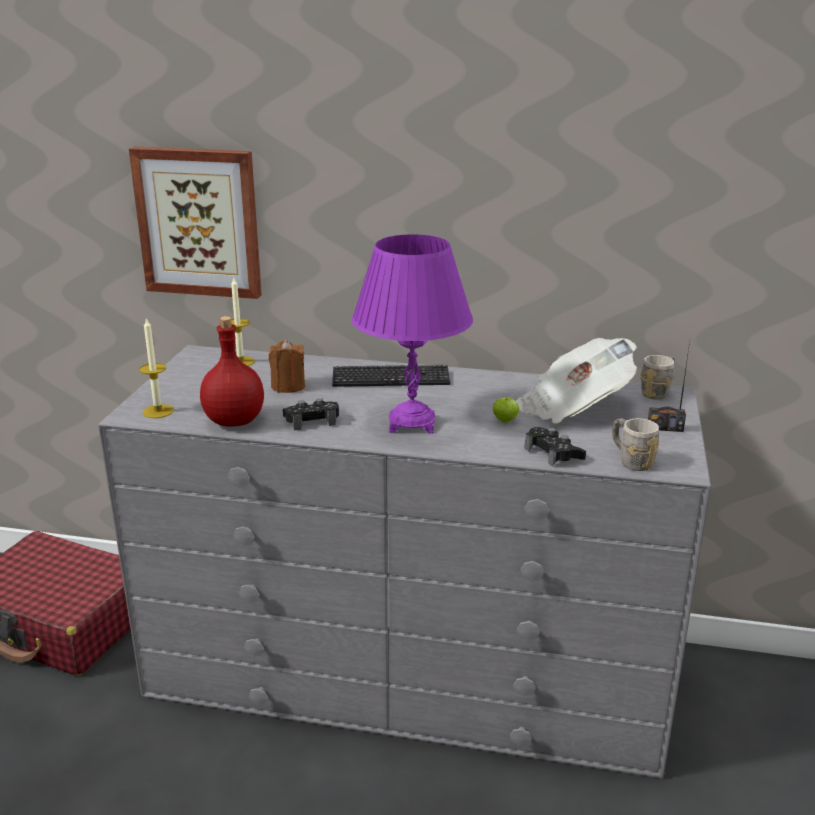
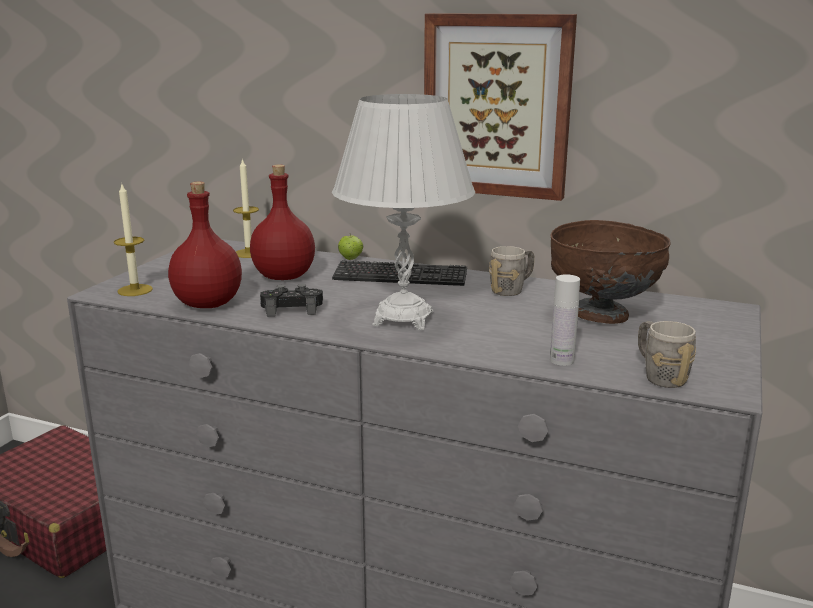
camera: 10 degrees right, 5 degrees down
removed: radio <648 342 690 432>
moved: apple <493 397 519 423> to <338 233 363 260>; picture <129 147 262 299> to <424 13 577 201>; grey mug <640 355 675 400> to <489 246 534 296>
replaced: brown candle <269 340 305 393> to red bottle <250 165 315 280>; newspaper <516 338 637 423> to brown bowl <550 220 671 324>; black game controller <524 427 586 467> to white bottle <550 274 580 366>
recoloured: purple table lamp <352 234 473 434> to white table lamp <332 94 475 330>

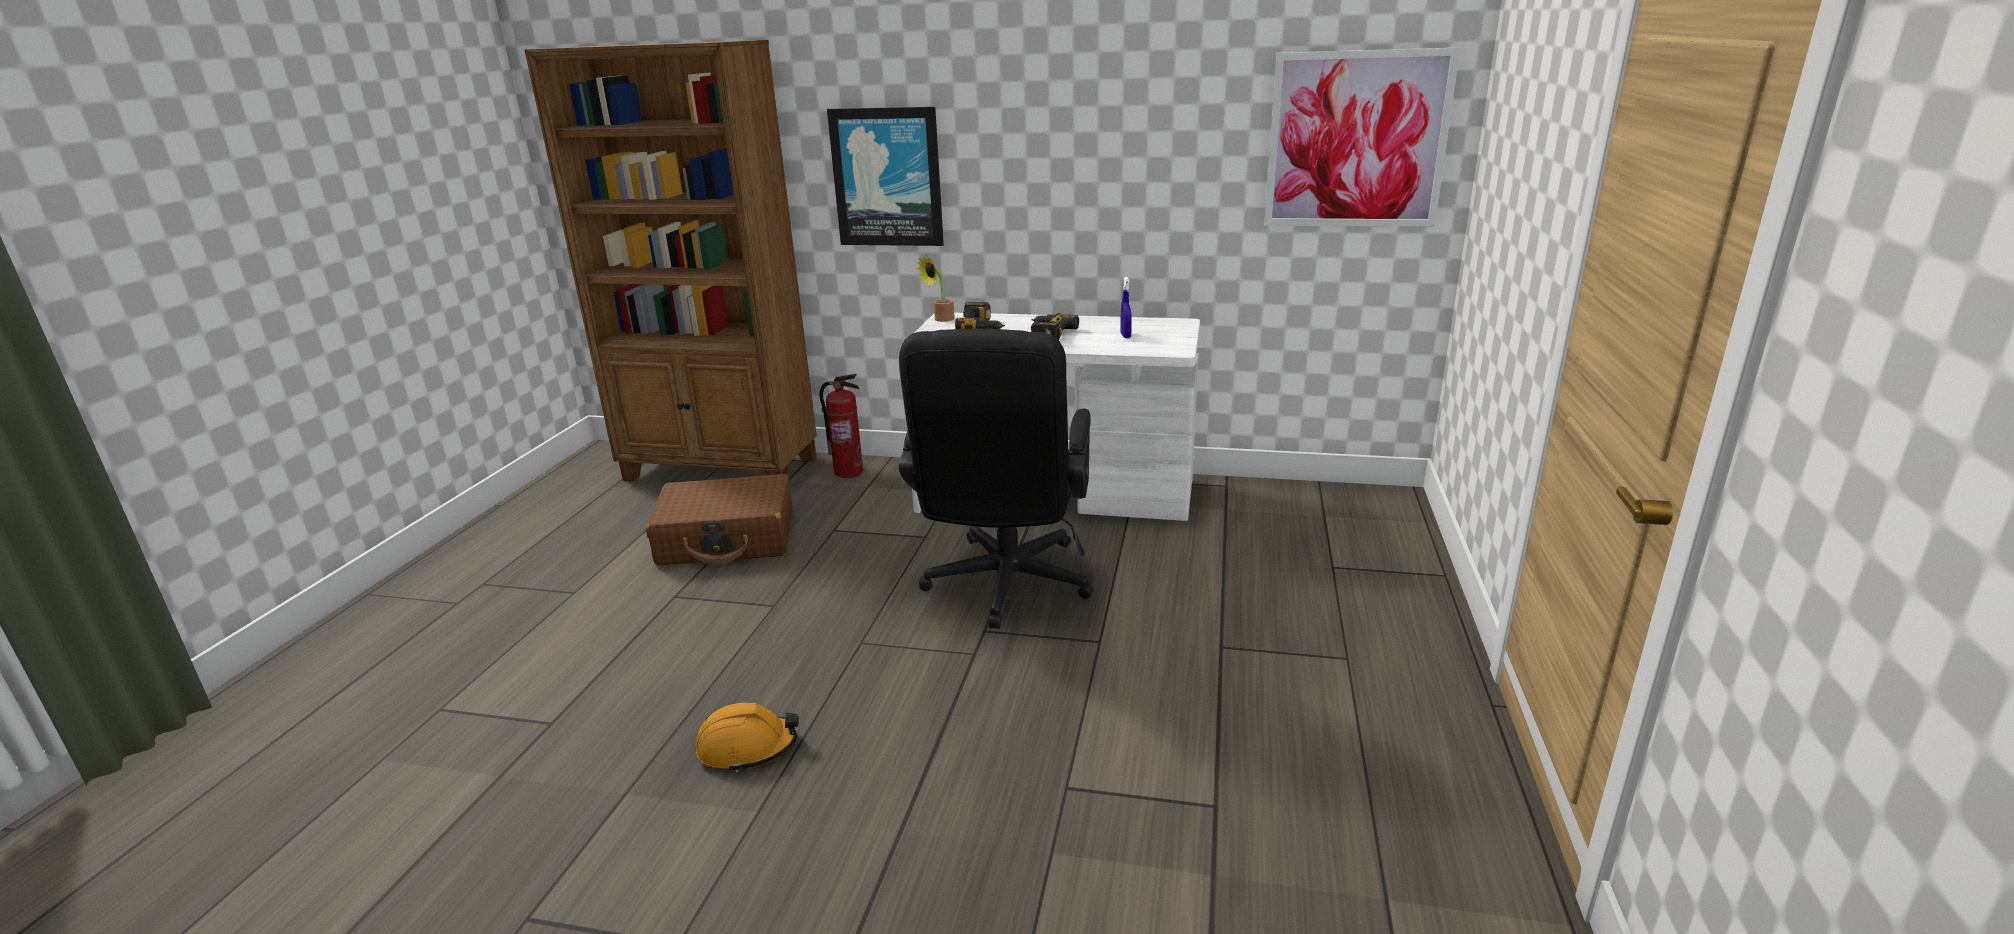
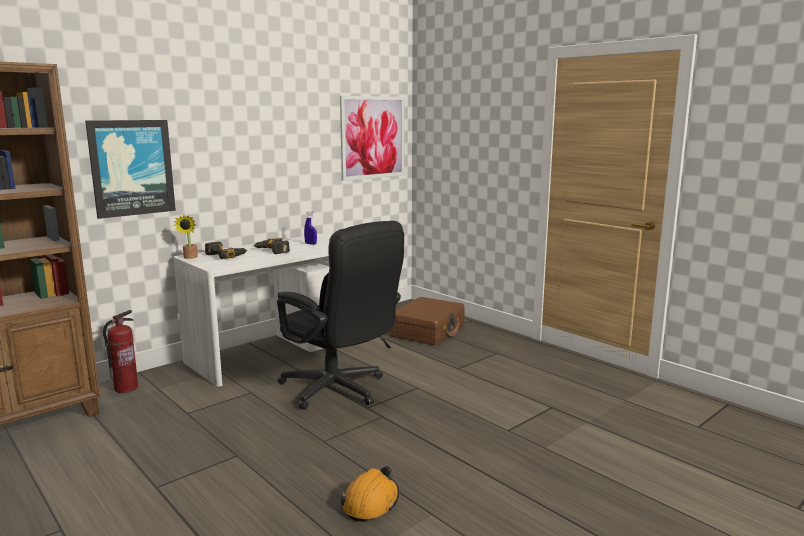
camera: 55 degrees left, 10 degrees down
moved: brown suitcase <646 474 793 566> to <389 297 465 345>

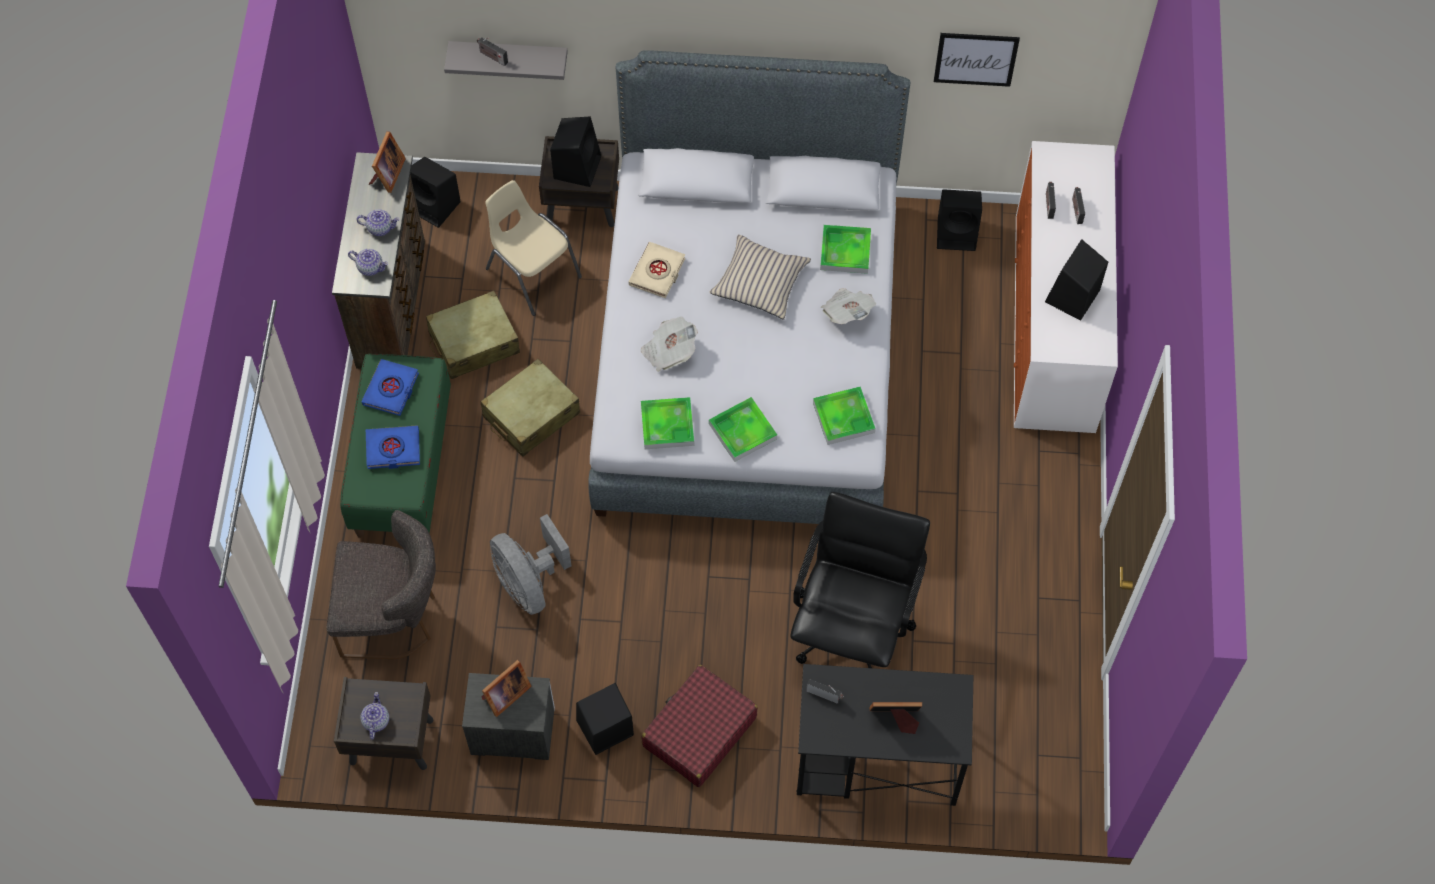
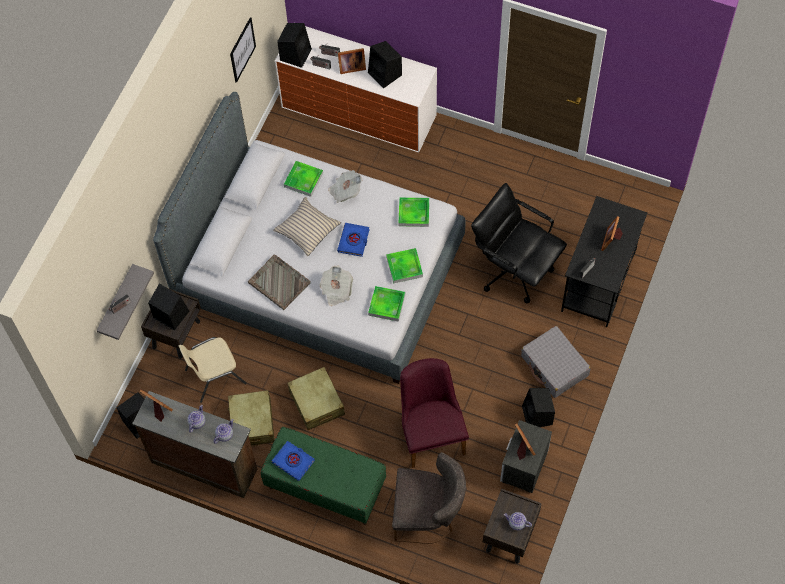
camera: 70 degrees left, 0 degrees up
added: picture frame <338 48 366 74>
moved: black speaker <937 189 982 251> to <277 23 312 68>; blue book <366 425 420 469> to <337 223 370 257>
replaced: beige book <628 242 686 298> to grey tray <248 254 311 310>; grey fan <490 514 572 615> to purple chair <400 358 469 468>
recoloured: red suitcase <641 665 758 787> to grey suitcase <521 326 591 398>
turned: grey chair <326 510 436 659> = <392 452 467 544> 75 degrees clockwise

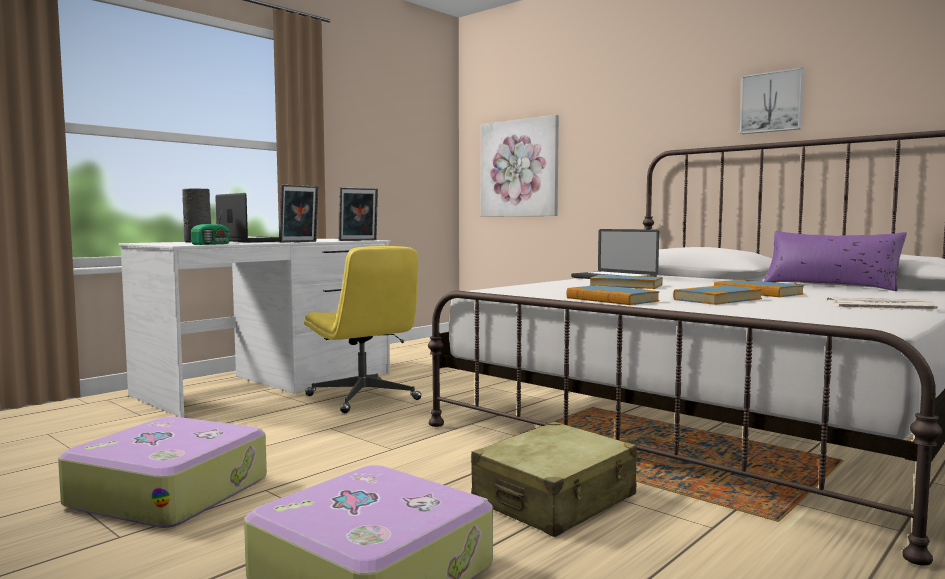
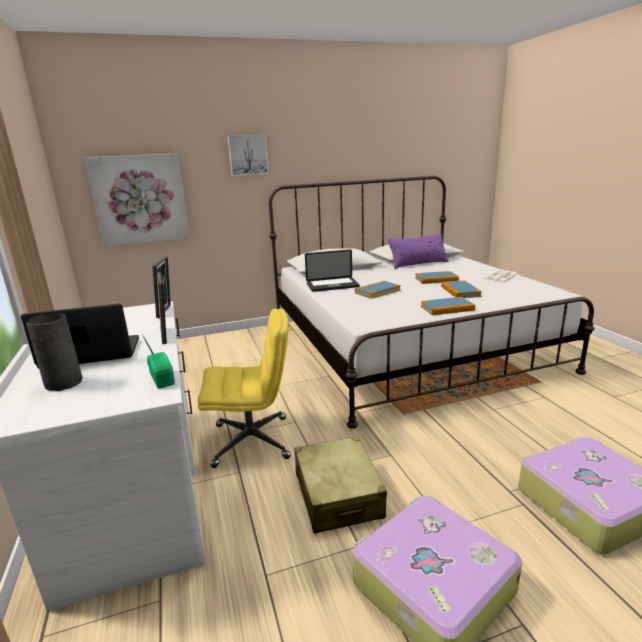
camera: 60 degrees left, 15 degrees up
moved: picture <740 68 804 134> to <228 135 269 176>; beige suitcase <471 422 637 537> to <294 436 387 534>

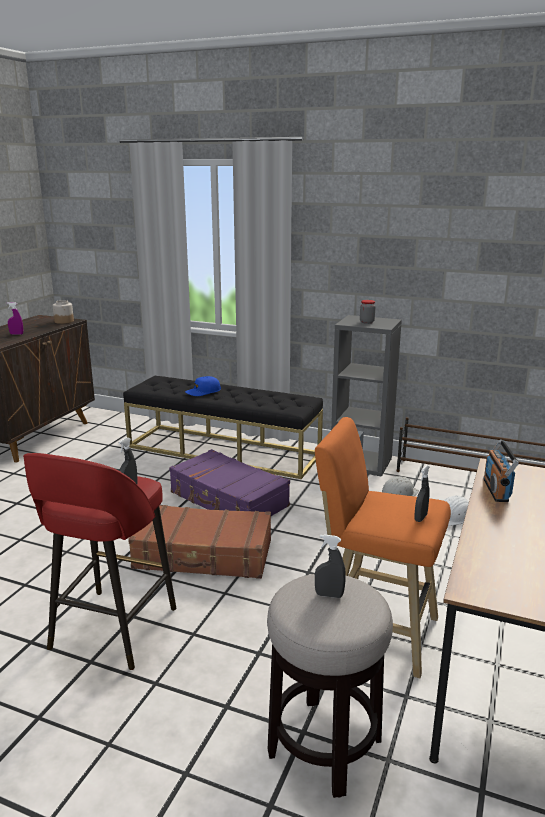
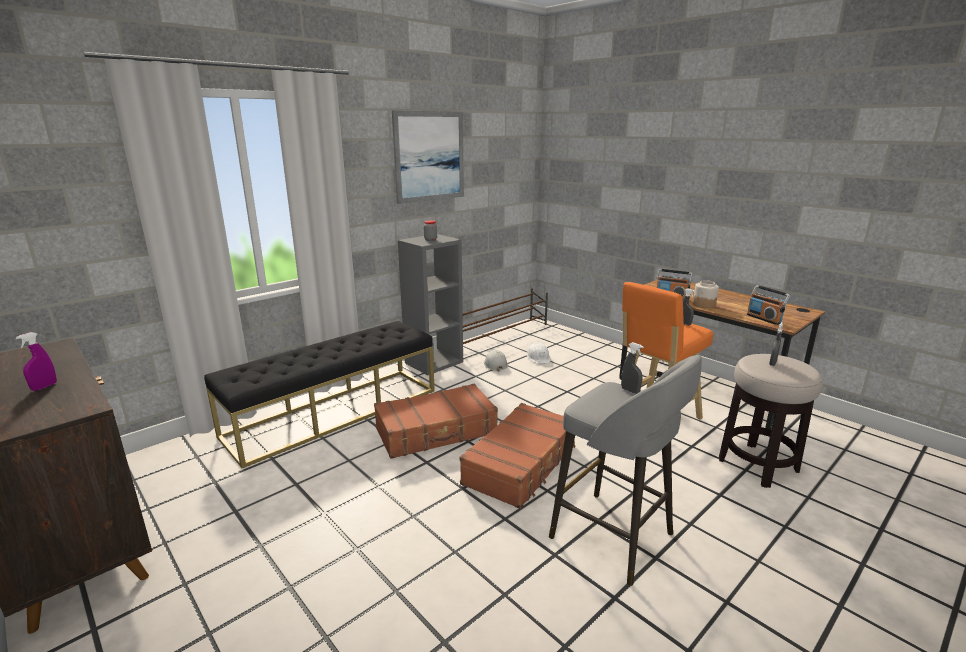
camera: 65 degrees left, 0 degrees up
removed: blue cap <185 376 221 396>
added: picture <392 110 464 204>; radio <747 285 790 325>
moved: jar <53 300 74 324> to <693 280 719 308>
recoloured: purple suitcase <169 449 290 516> to brown suitcase <374 383 498 459>; red stool <23 453 176 670> to grey stool <549 355 702 586>

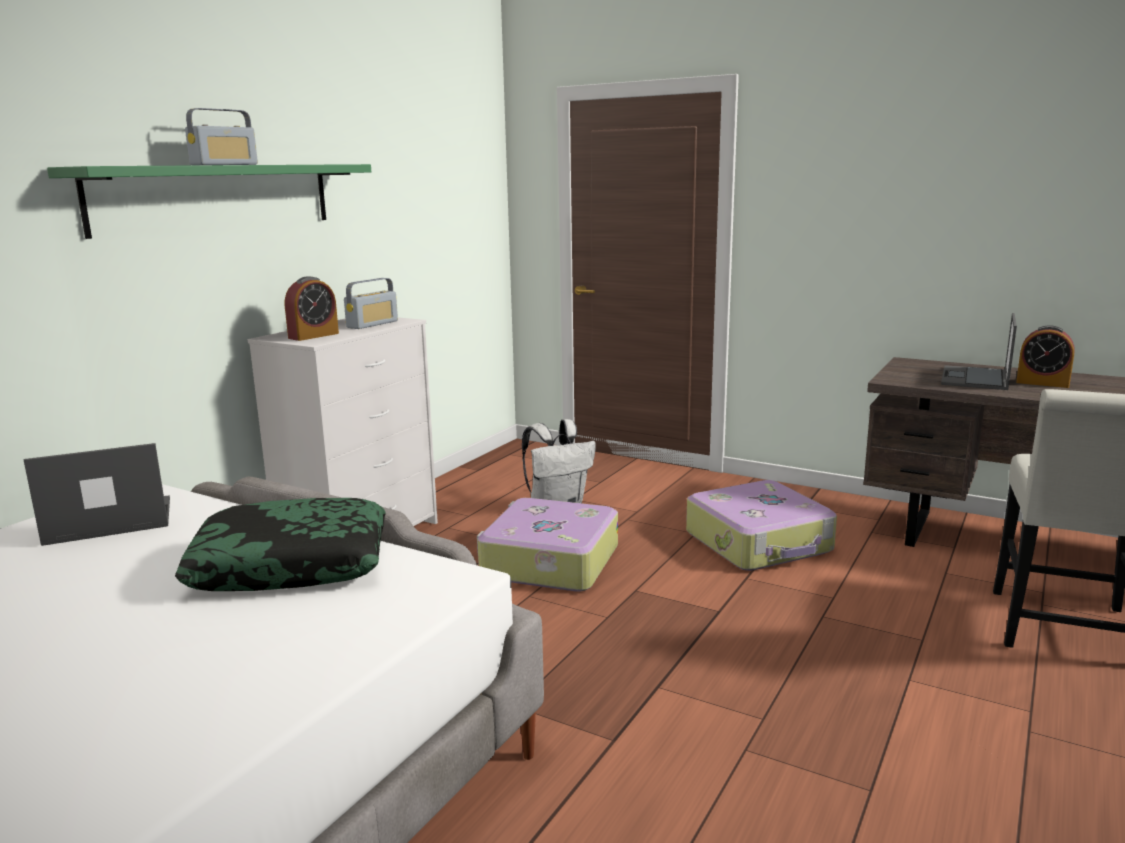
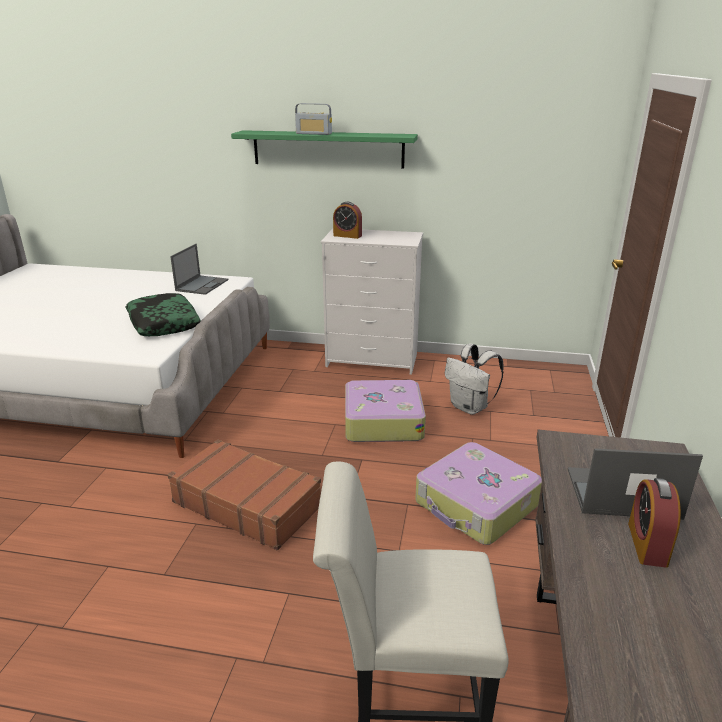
camera: 70 degrees right, 10 degrees up
removed: radio <344 278 398 329>
added: brown suitcase <168 439 321 550>
turned: laptop <24 443 170 546> = <170 244 228 295> 60 degrees clockwise

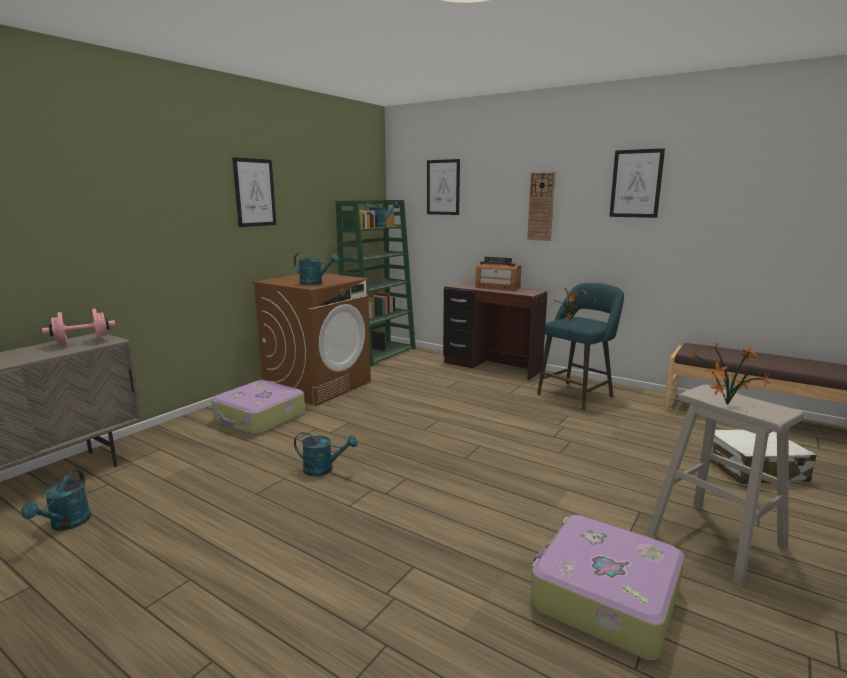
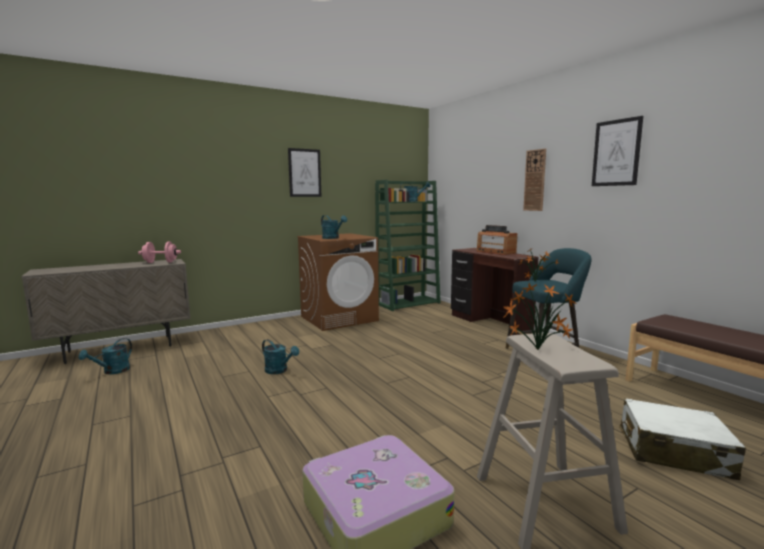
camera: 25 degrees right, 5 degrees down
removed: suitcase <211 380 305 435>; picture <427 159 460 215>

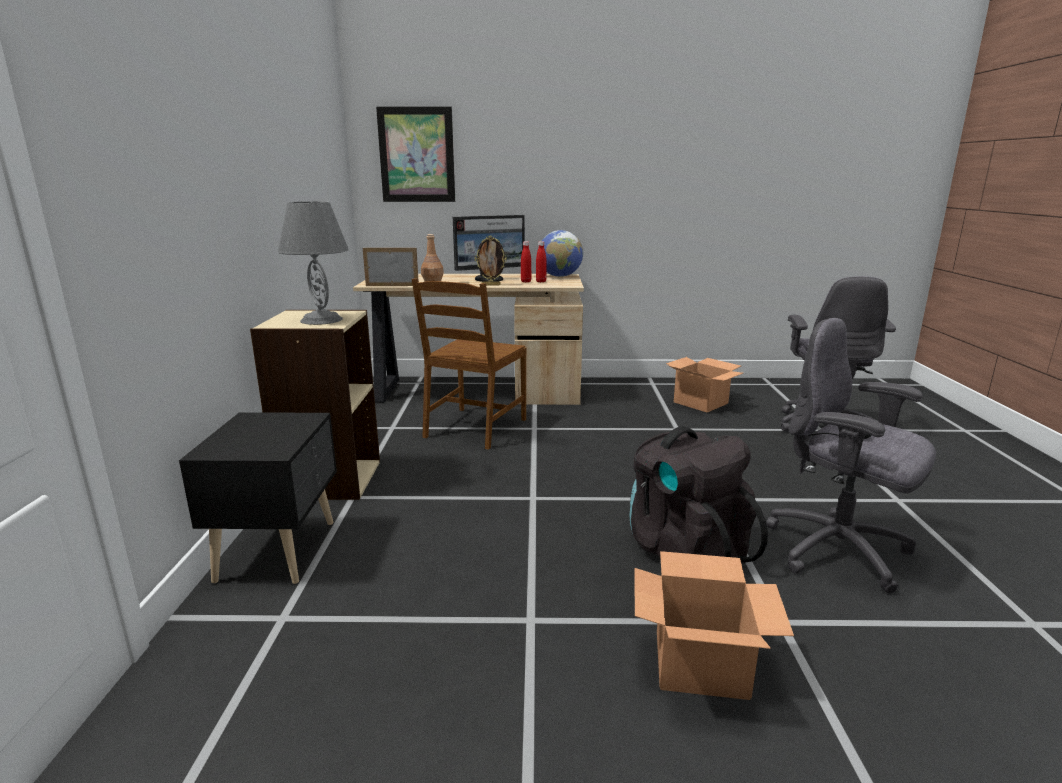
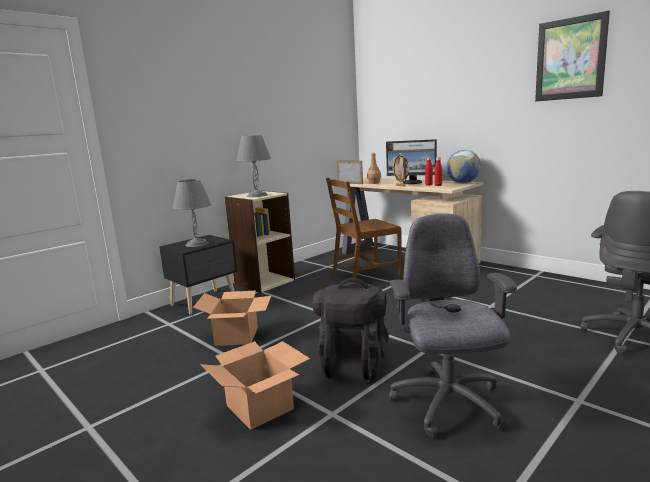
camera: 45 degrees right, 5 degrees down
added: grey table lamp <173 179 211 247>
moved: cardboard box <666 357 743 413> to <193 291 271 346>; picture <376 106 455 202> to <535 11 610 101>

